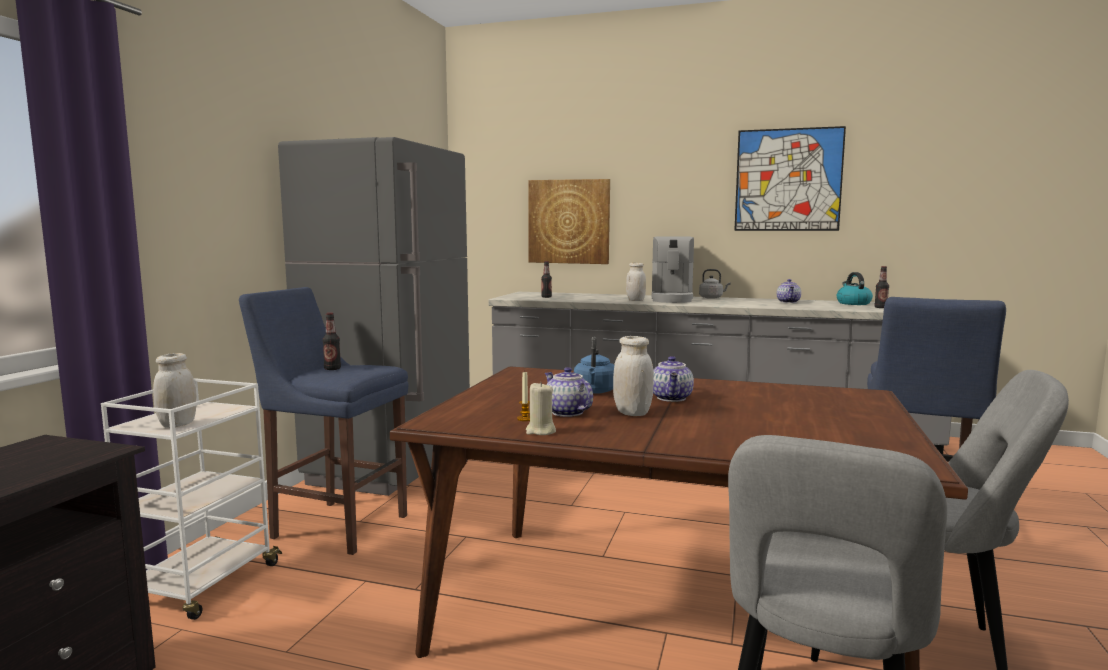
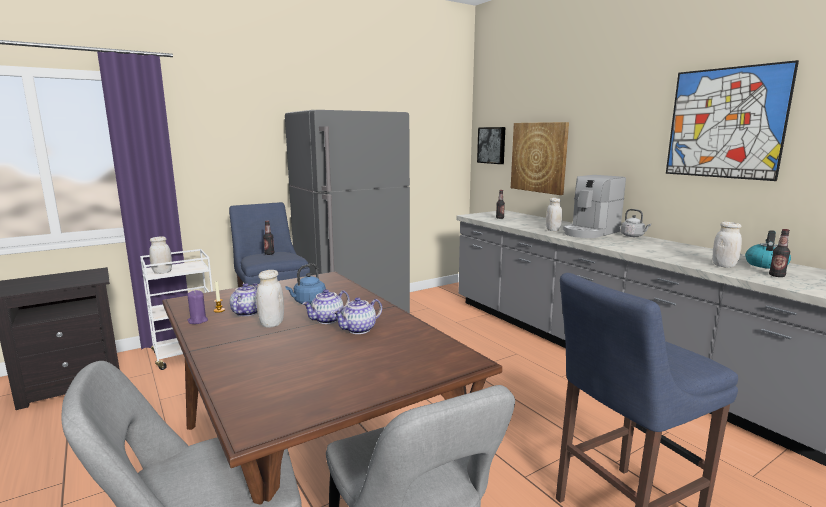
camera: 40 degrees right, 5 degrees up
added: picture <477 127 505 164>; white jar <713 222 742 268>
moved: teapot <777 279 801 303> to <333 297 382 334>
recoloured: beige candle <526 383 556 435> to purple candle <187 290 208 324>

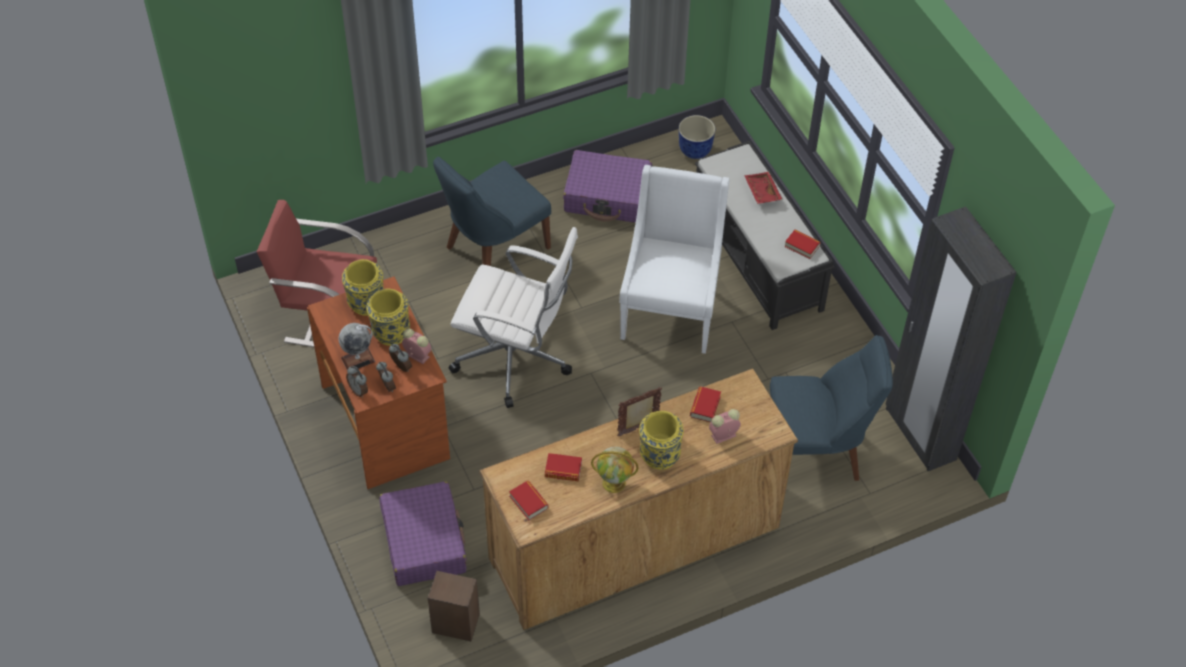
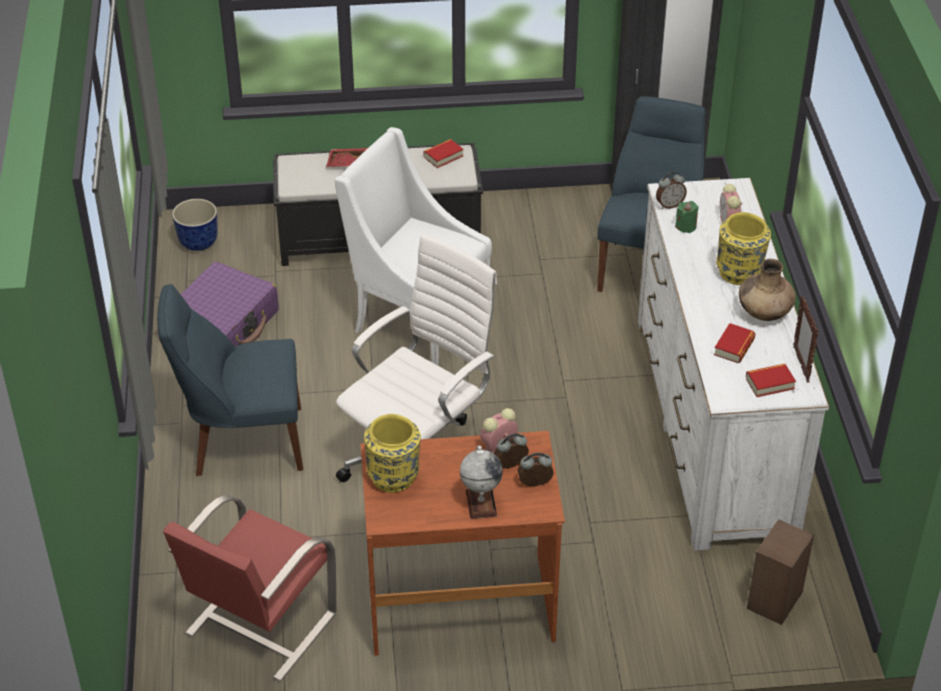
camera: 70 degrees left, 10 degrees down
removed: yellow vase <366 289 410 346>; purple suitcase <380 481 467 586>
moved: alarm clock <346 366 368 397> to <656 171 687 209>; picture frame <617 387 662 436> to <793 296 818 383>
replaced: book <690 386 721 422> to green candle <675 201 698 233>; globe <591 447 639 493> to brown vase <739 259 796 321>
recoloured: brown dresser <479 368 798 630> to white dresser <638 178 829 551>
turned: blue chair <433 157 551 266> = <157 284 303 476> 105 degrees clockwise

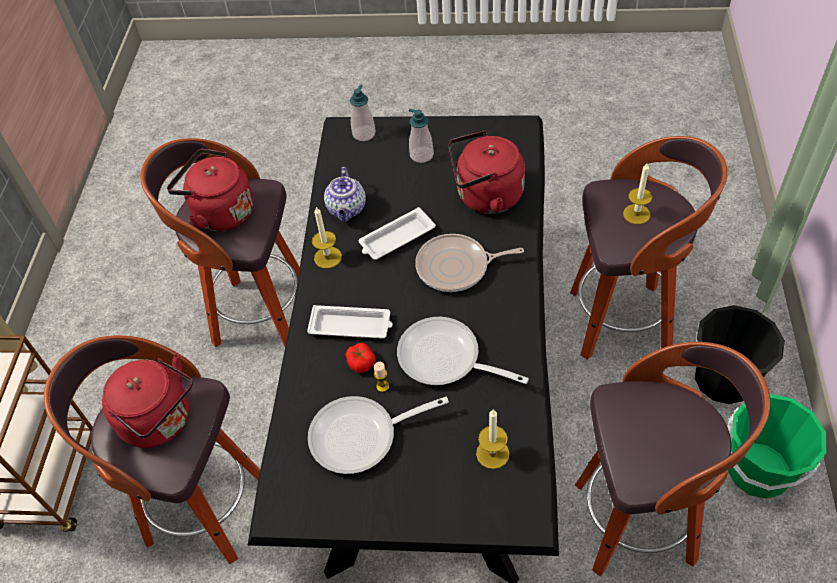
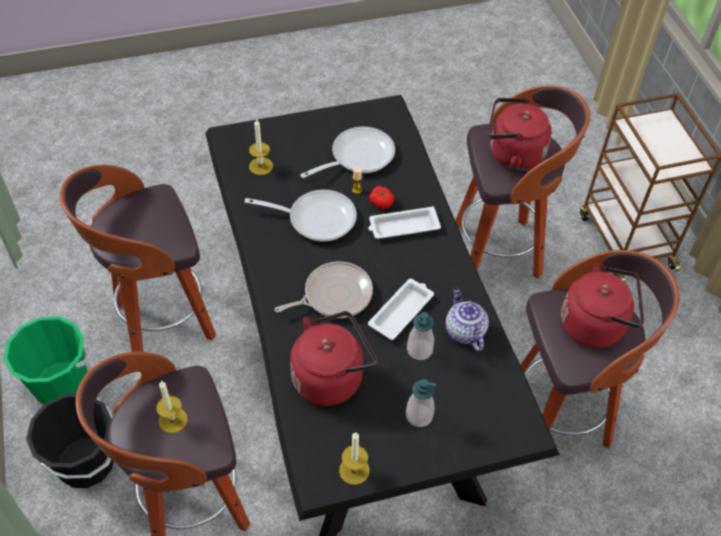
camera: 155 degrees right, 0 degrees up
moved: candle <312 206 342 268> to <339 432 370 485>; soap dispenser <350 85 376 141> to <407 312 434 360>

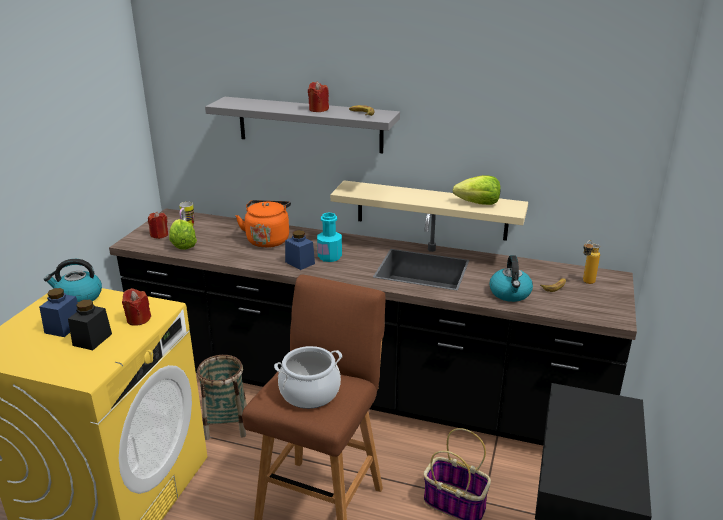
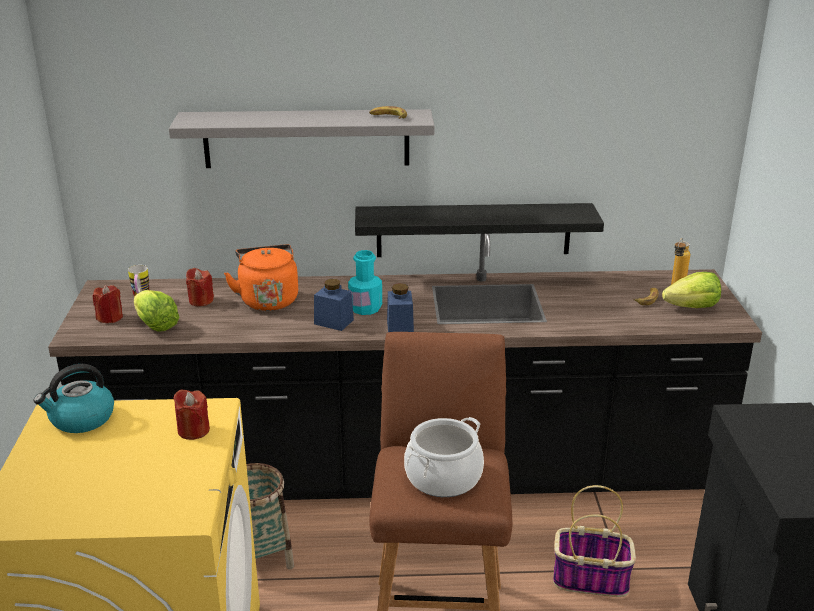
camera: 20 degrees left, 0 degrees up
removed: black jar <68 300 112 350>; kettle <490 255 533 302>
moved: red candle <308 82 329 112> to <186 268 214 306>; blue jar <39 288 78 337> to <387 283 414 332>; lettuce <453 175 501 205> to <662 272 721 308>
recoloured: beige shelf <330 180 528 241> to black shelf <355 203 604 257>

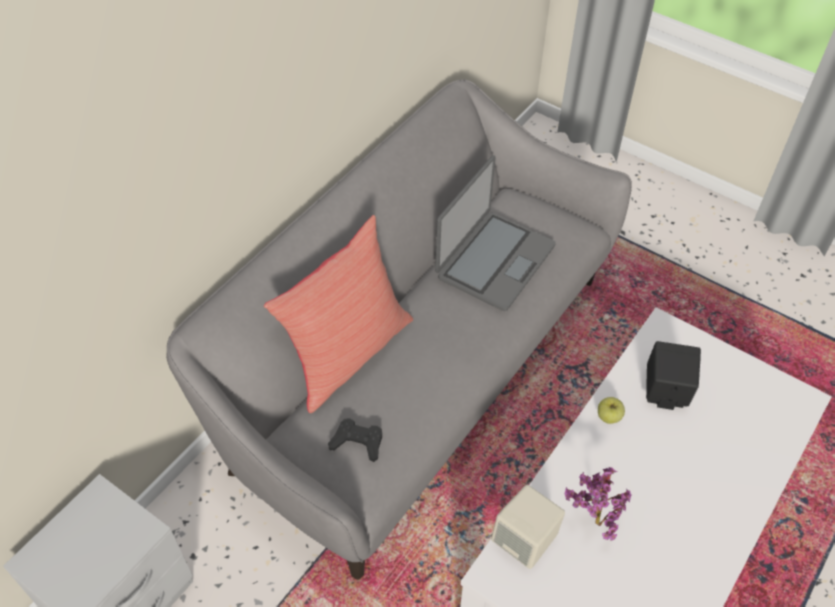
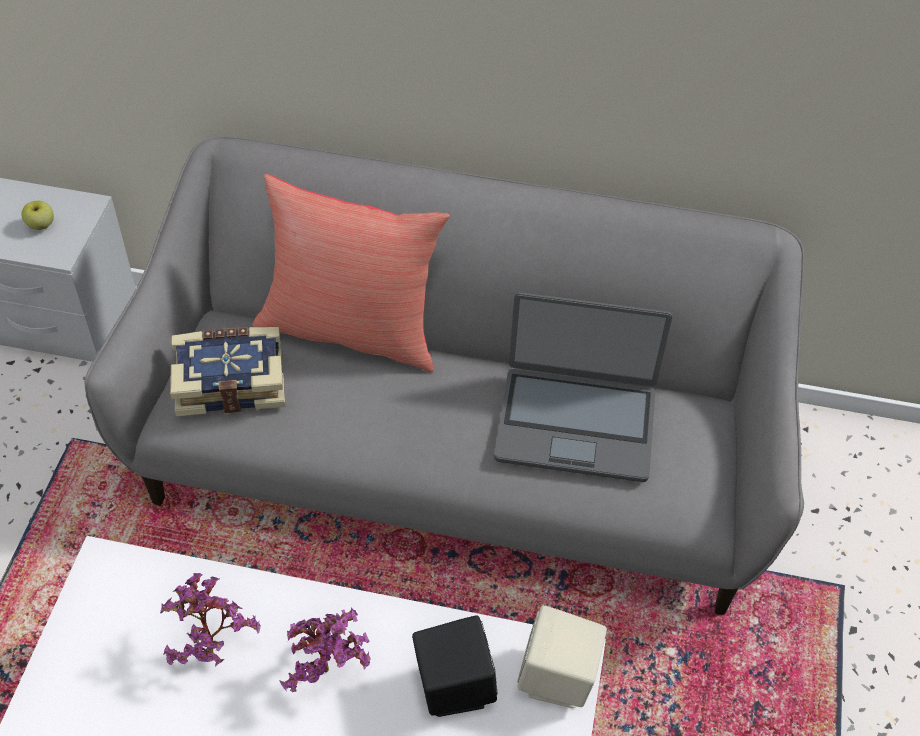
camera: 65 degrees right, 0 degrees up
added: potted plant <279 608 371 692>
moved: apple <598 397 625 424> to <21 201 54 230>; beige speaker <491 485 565 569> to <517 605 607 708>
replaced: black game controller <328 418 382 462> to book <170 327 285 416>

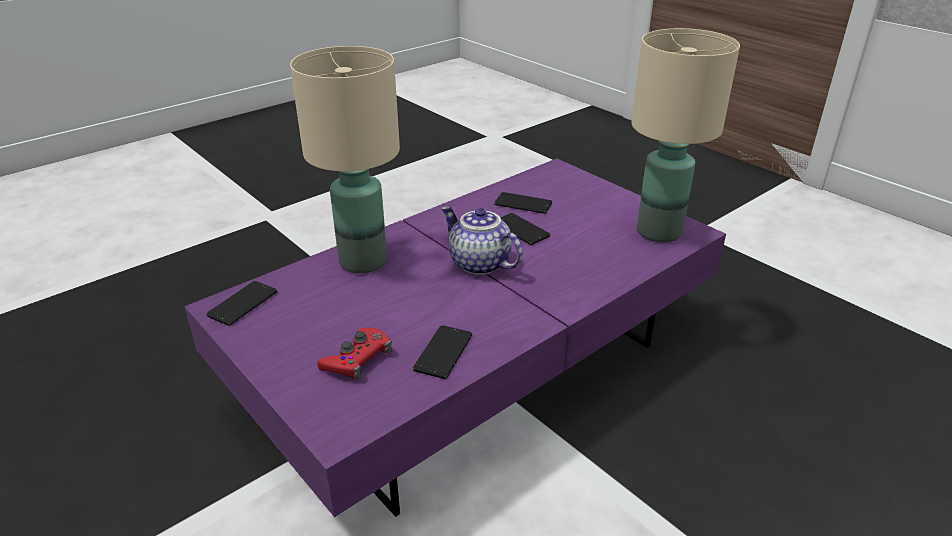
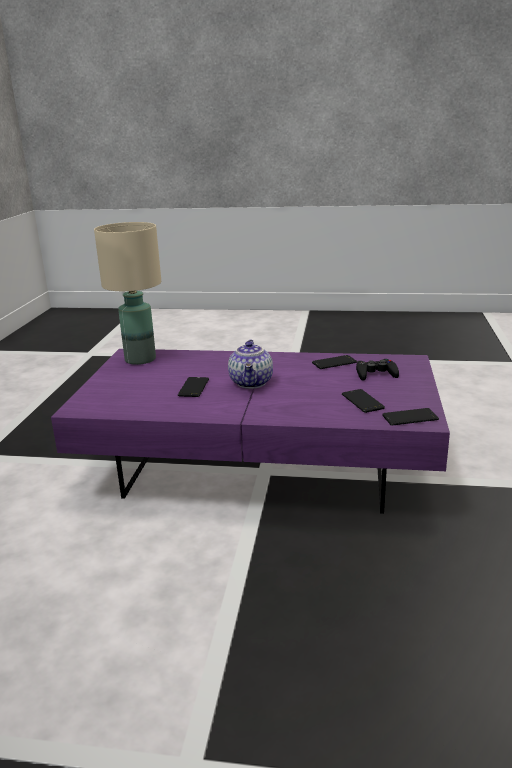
camera: 130 degrees left, 10 degrees down
removed: beige table lamp <290 46 400 273>
moved: phone <494 192 552 214> to <342 389 385 413>
recoloured: red game controller <317 328 392 380> to black game controller <356 359 399 381>

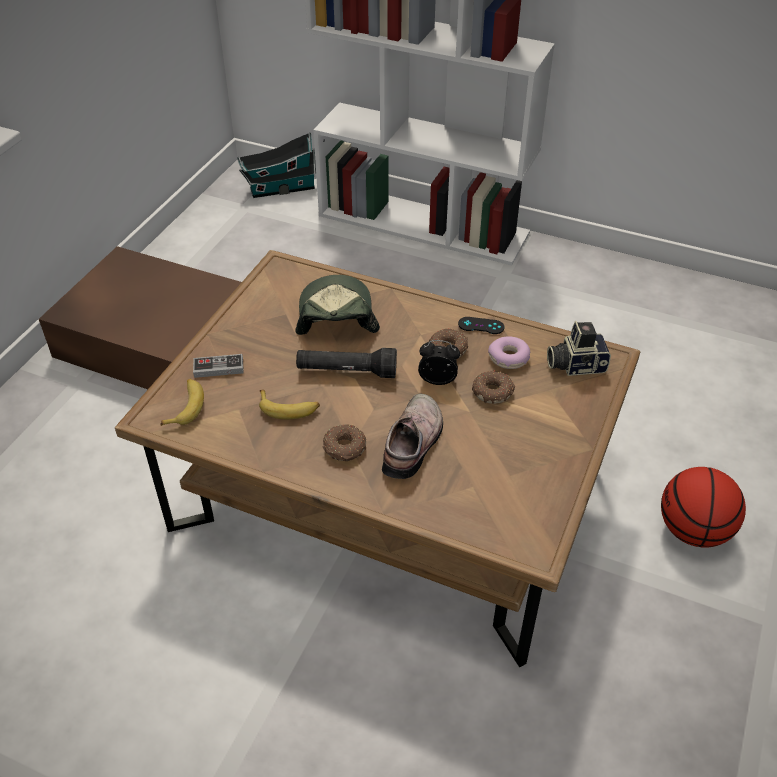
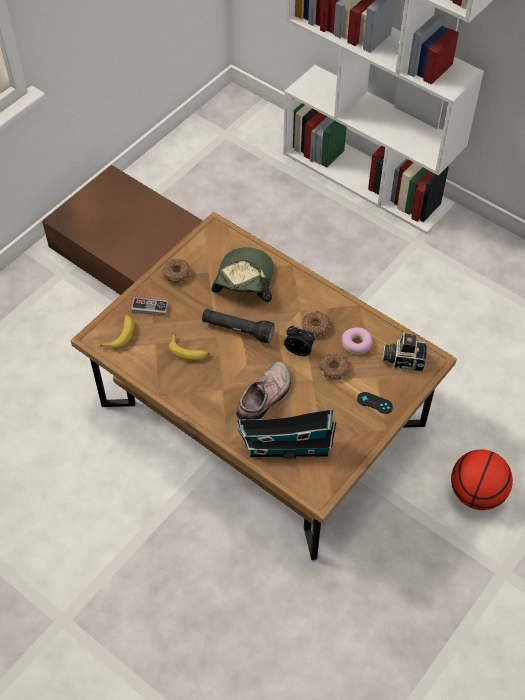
camera: 15 degrees right, 10 degrees up
moved: donut <323 424 366 461> to <162 259 191 283>; toy house <237 132 316 198> to <237 409 336 459>; black game controller <458 317 505 334> to <357 392 393 414>

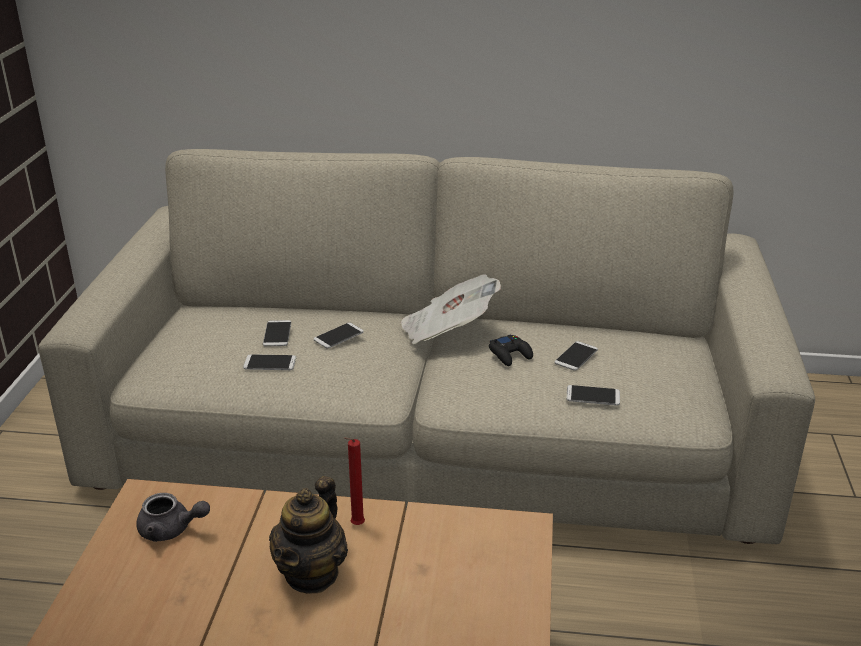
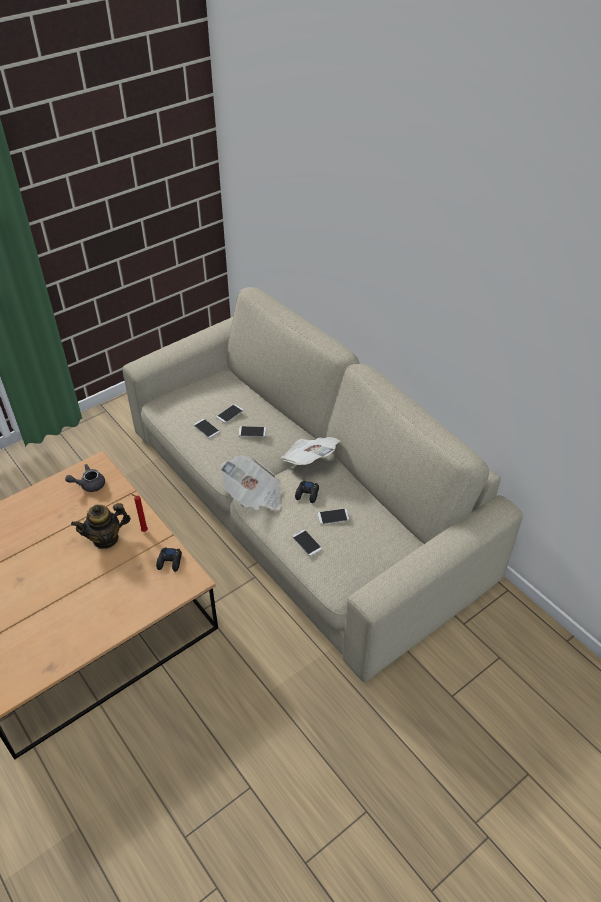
camera: 45 degrees right, 15 degrees up
added: black game controller <156 547 182 572>; newspaper <220 455 282 511>
turned: grey teapot <136 493 210 542> = <65 464 105 492> 105 degrees clockwise

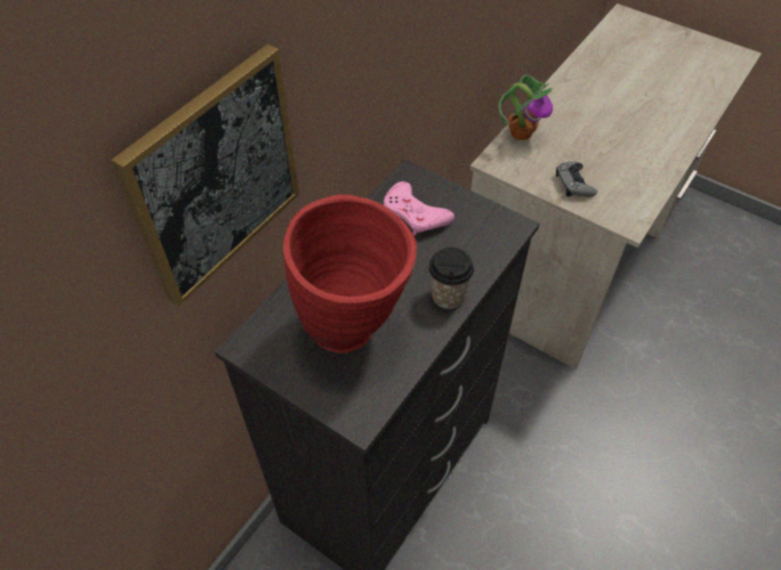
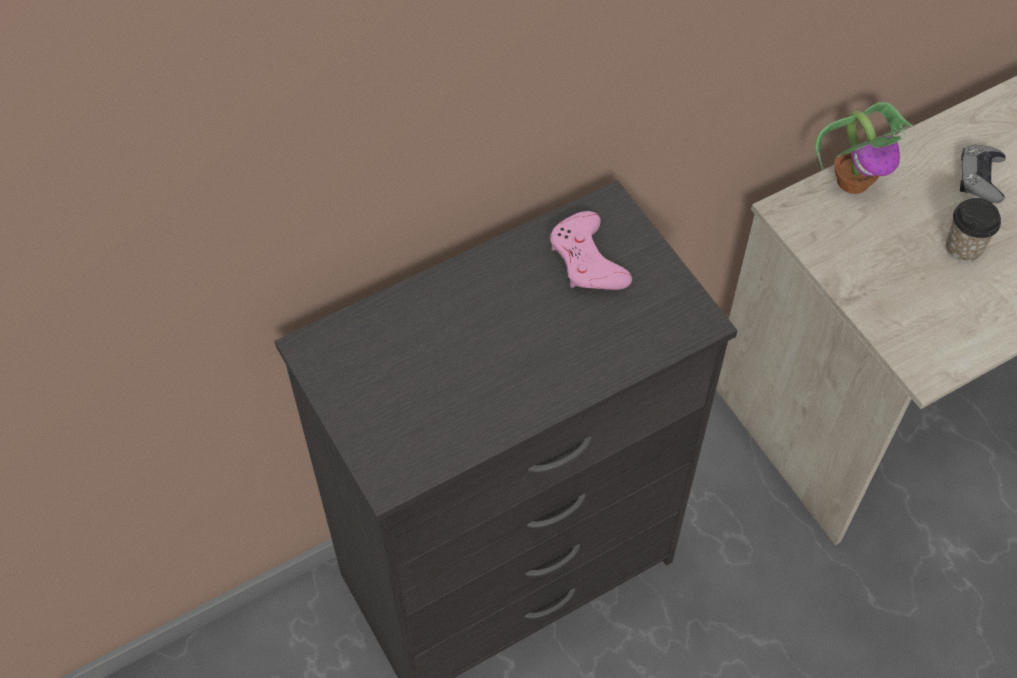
camera: 25 degrees right, 5 degrees up
removed: picture <111 44 299 307>; red vase <283 194 417 353>
moved: cup <429 247 474 309> to <946 198 1001 262>; grey game controller <556 161 598 197> to <960 144 1006 203>

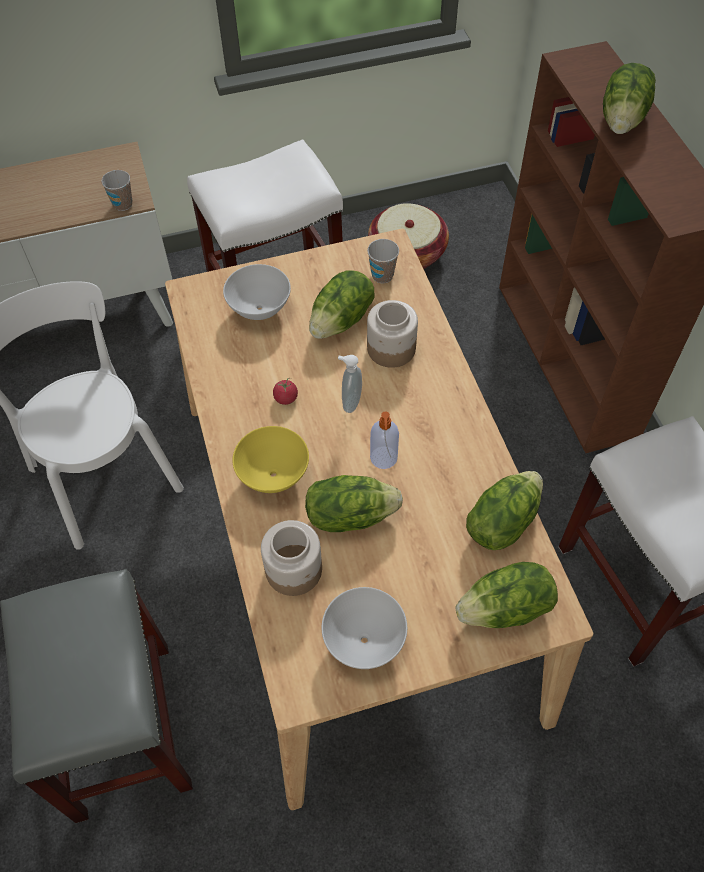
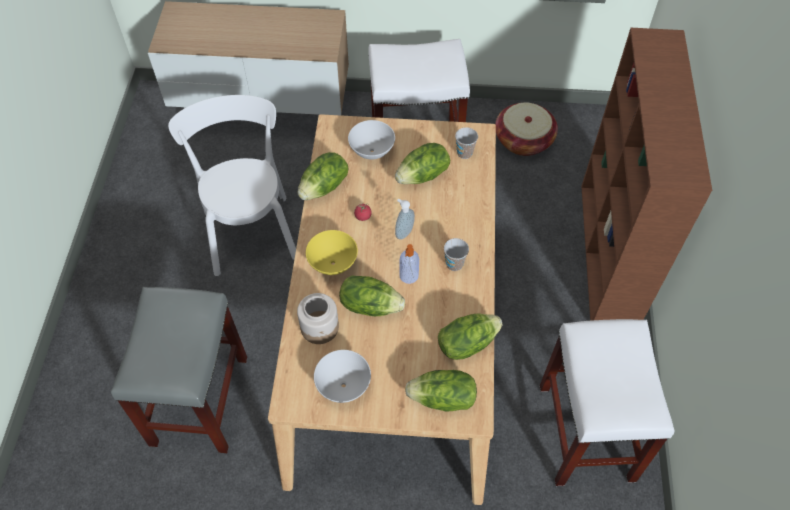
camera: 20 degrees right, 0 degrees up
removed: jar <367 300 418 368>
moved: lettuce <603 63 656 134> to <298 152 348 200>; cup <101 170 132 211> to <444 238 469 271>

